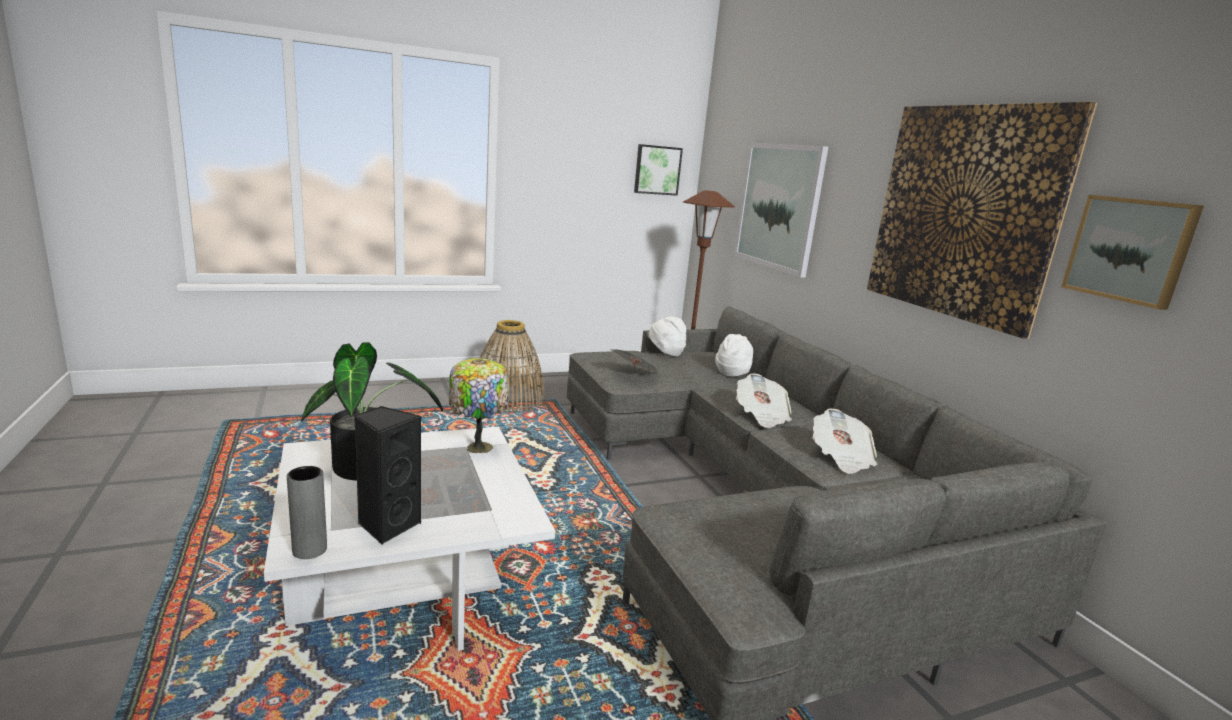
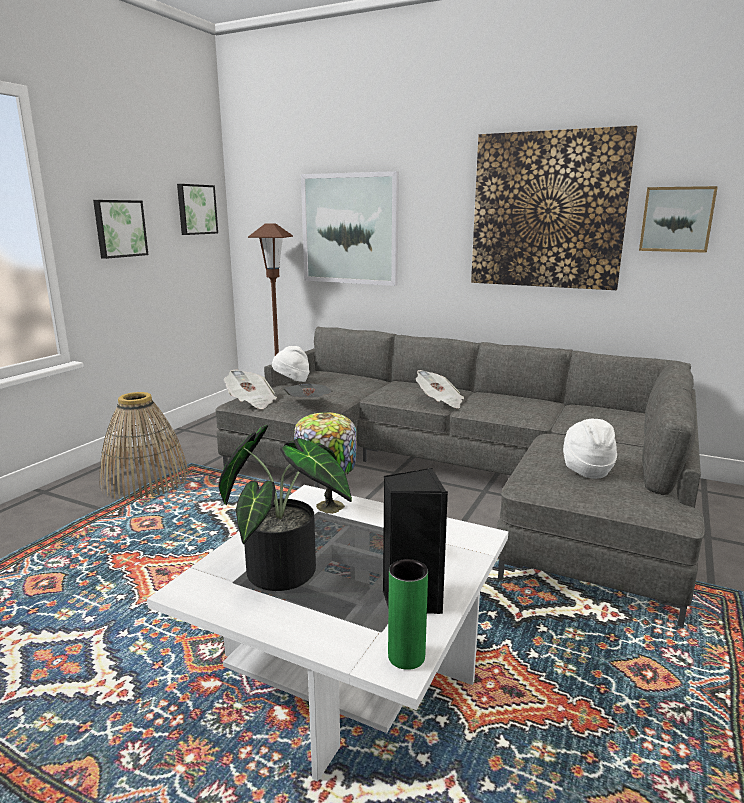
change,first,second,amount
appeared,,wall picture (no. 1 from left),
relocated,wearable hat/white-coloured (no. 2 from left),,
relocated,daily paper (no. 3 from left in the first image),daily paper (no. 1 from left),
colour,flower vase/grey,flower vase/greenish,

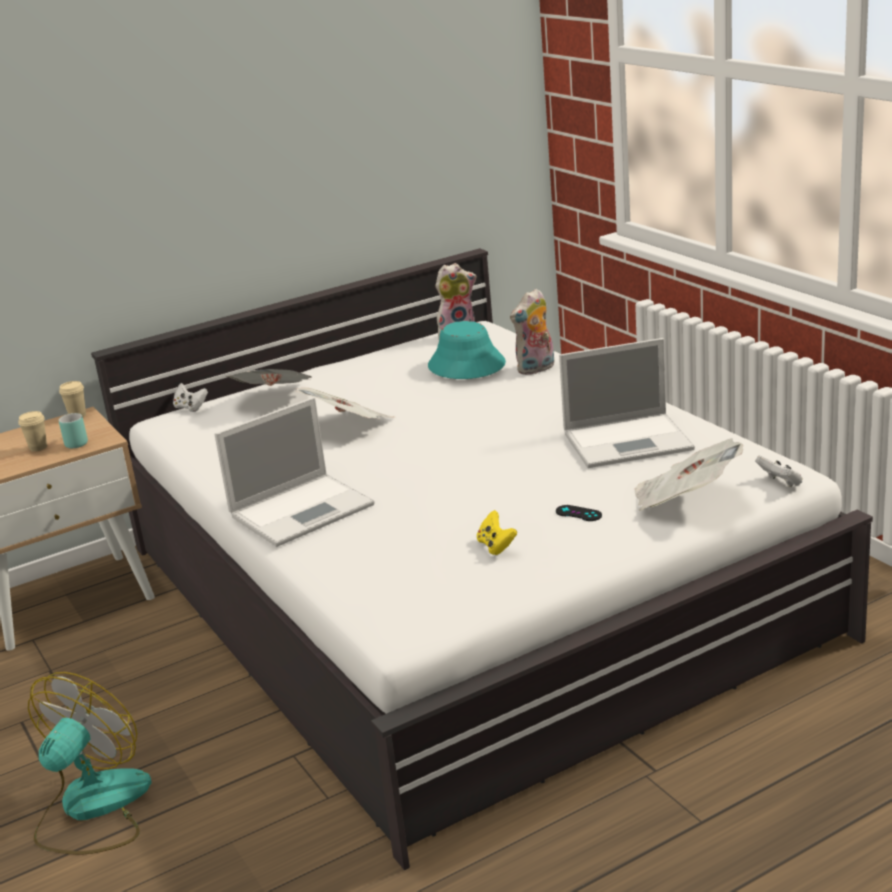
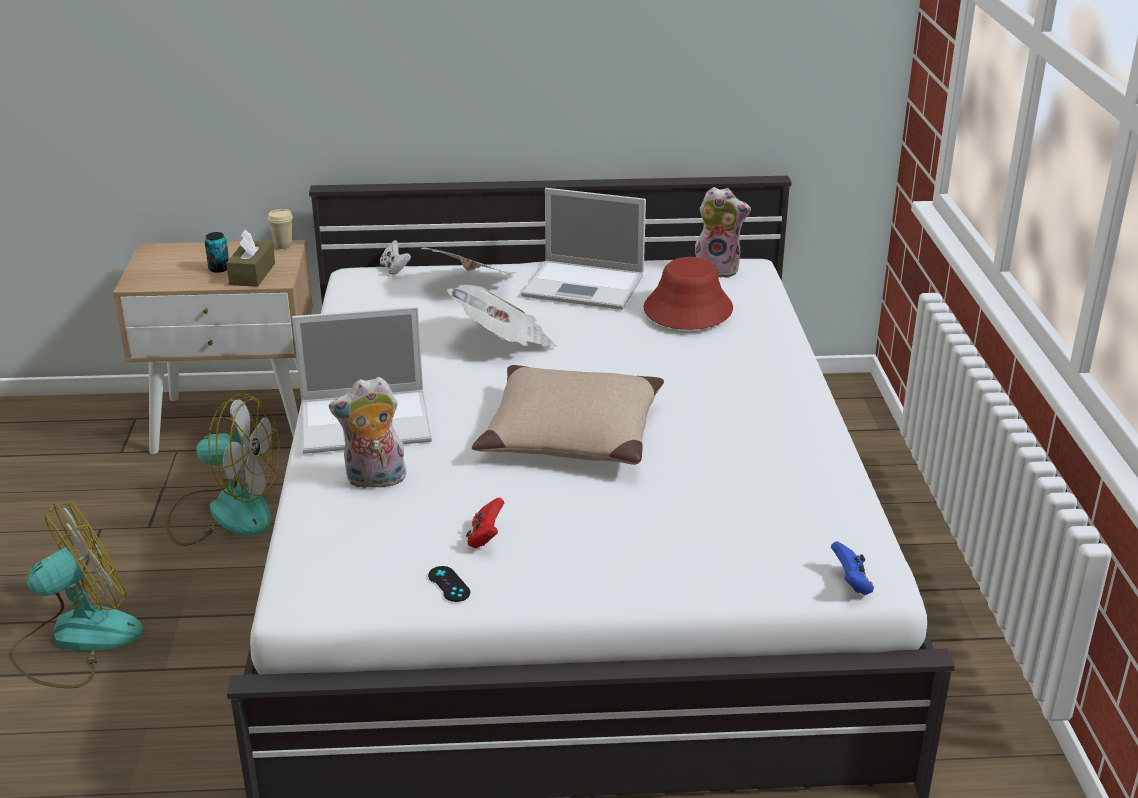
change,first,second,amount
missing,daily paper (no. 3 from left),,
appeared,,fan (no. 2 from left),
appeared,,pillow/beige,
relocated,plush toy (no. 2 from left in the first image),plush toy (no. 1 from left),
relocated,gamepad/black-coloured,,
relocated,notebook computer (no. 2 from left),,
exchanged,cup/beige (no. 1 from left),can,
exchanged,mug/blue-green,box of tissues/brown,
colour,wearable hat/blue-green,wearable hat/red,
colour,gamepad/yellow-coloured,gamepad/red,
colour,gamepad/white-coloured (no. 2 from left),gamepad/blue,

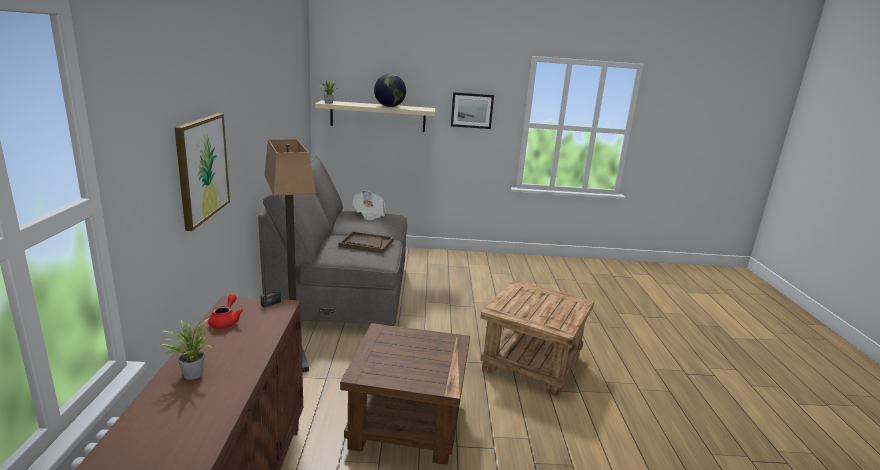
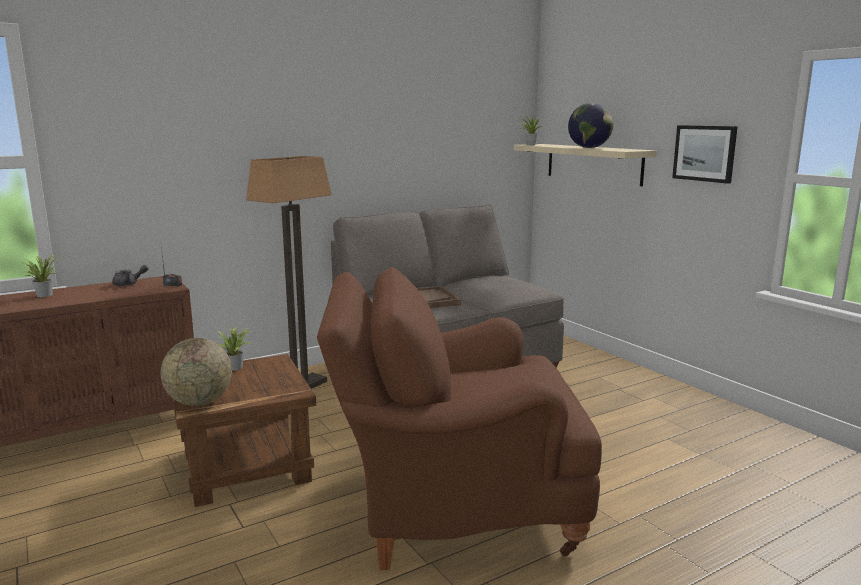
change,first,second,amount
missing,wall picture (no. 1 from left),,
missing,daily paper,,
appeared,,globe (no. 1 from left),
appeared,,houseplant (no. 2 from left),
exchanged,accent table/brown (no. 2 from left),lounge chair/brown,
colour,pot for tea/red,pot for tea/grey,

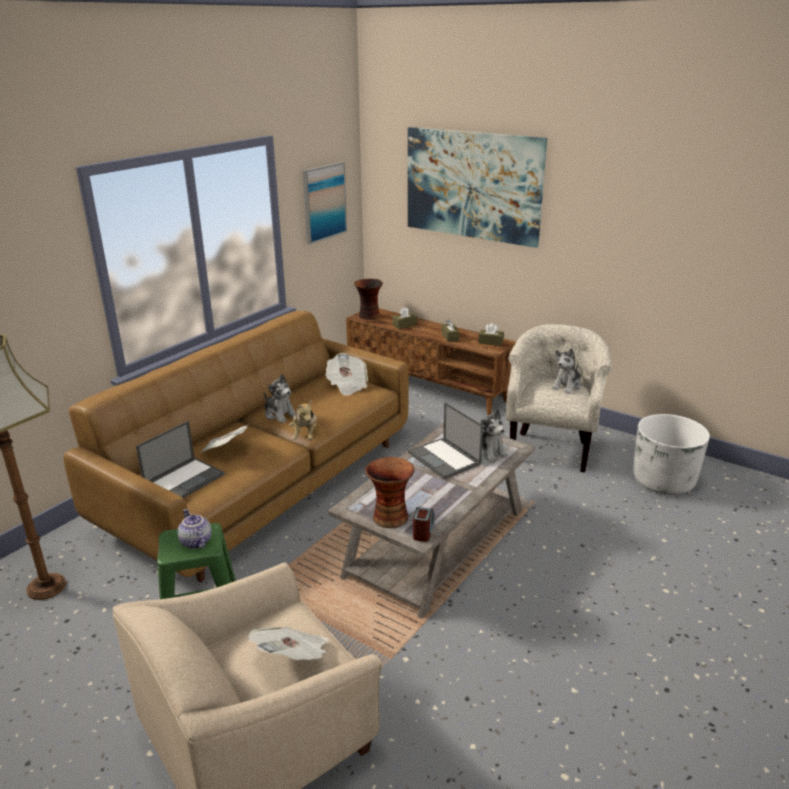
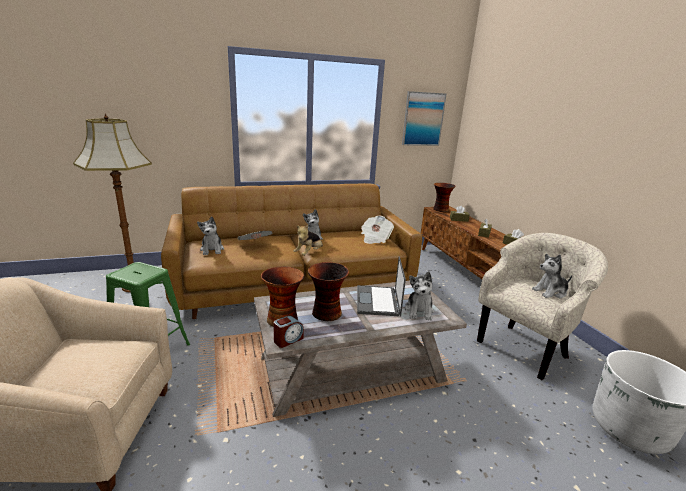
change,first,second,amount
missing,pot for tea,,
missing,daily paper (no. 2 from left),,
missing,wall picture (no. 2 from left),,
appeared,,flower vase (no. 2 from left),
exchanged,notebook computer (no. 1 from left),plush toy (no. 1 from left),

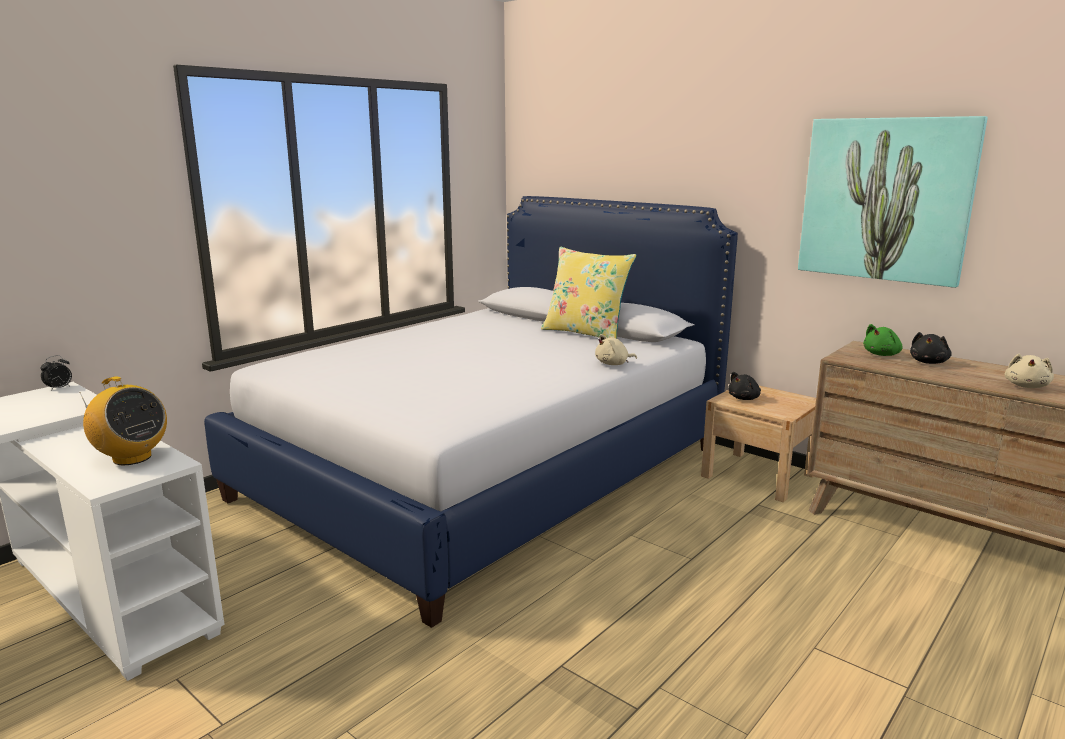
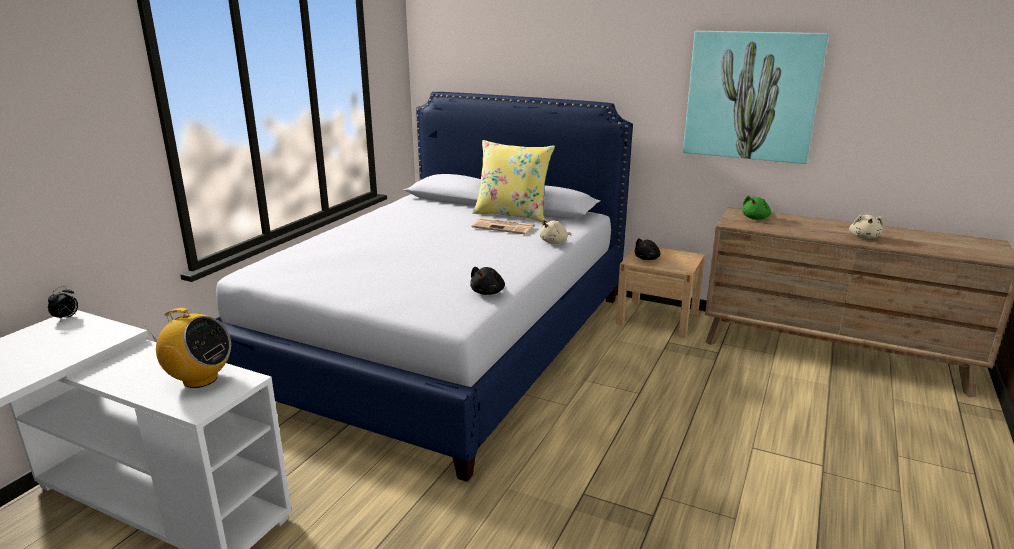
change,first,second,amount
appeared,,daily paper,
relocated,plush toy/black-coloured (no. 2 from left in the first image),plush toy/black-coloured (no. 1 from left),

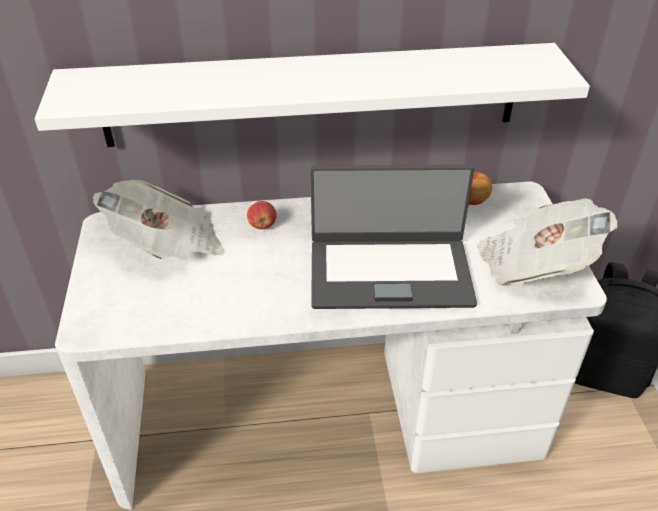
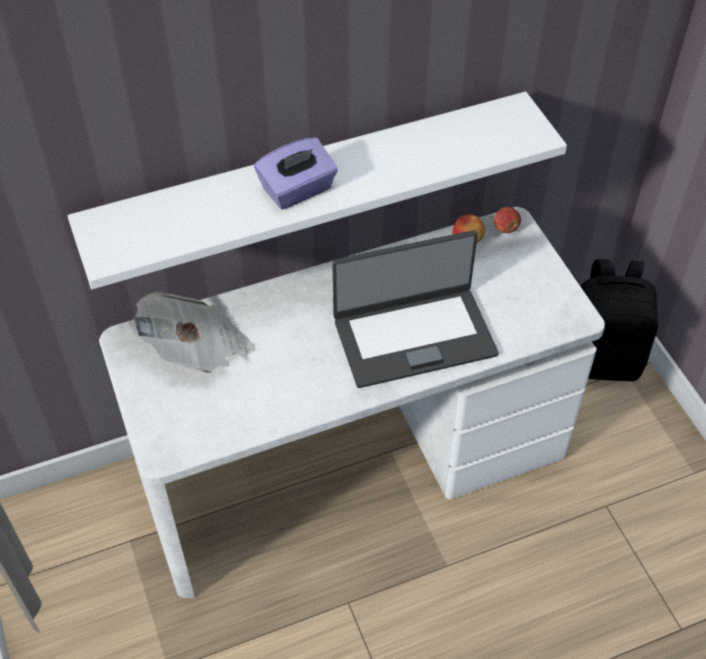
change,first,second,amount
missing,daily paper (no. 2 from left),,
appeared,,box of tissues/purple,
relocated,apple fruit (no. 1 from left in the first image),apple fruit (no. 2 from left),

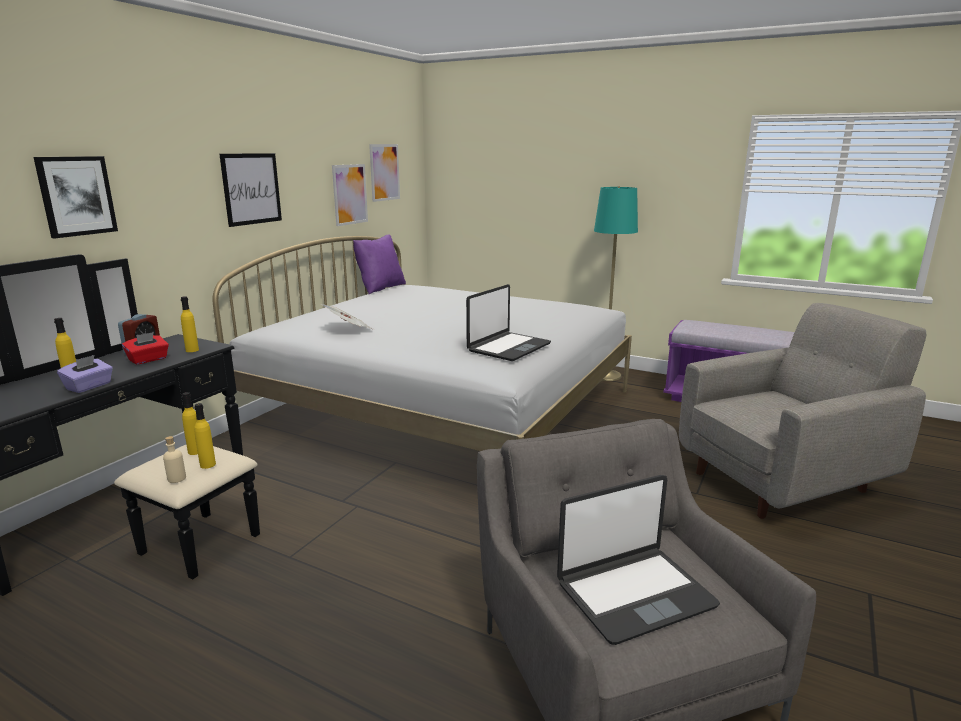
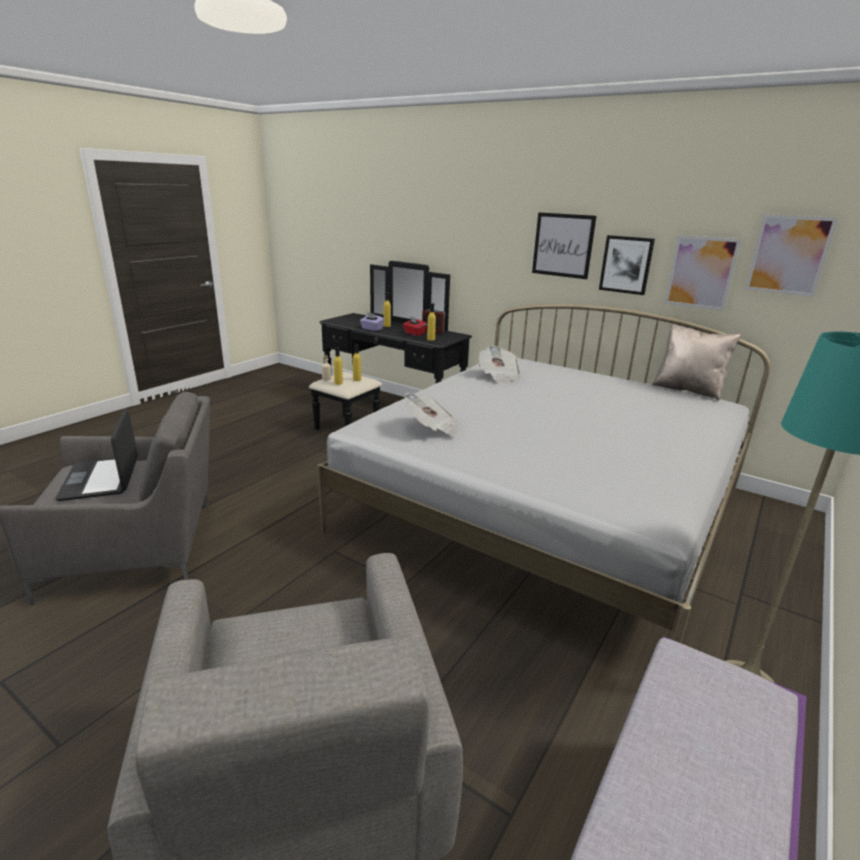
change,first,second,amount
relocated,wall picture (no. 1 from left in the first image),wall picture (no. 2 from left),
exchanged,notebook computer (no. 1 from left),daily paper (no. 1 from left),
colour,pillow/purple,pillow/beige,

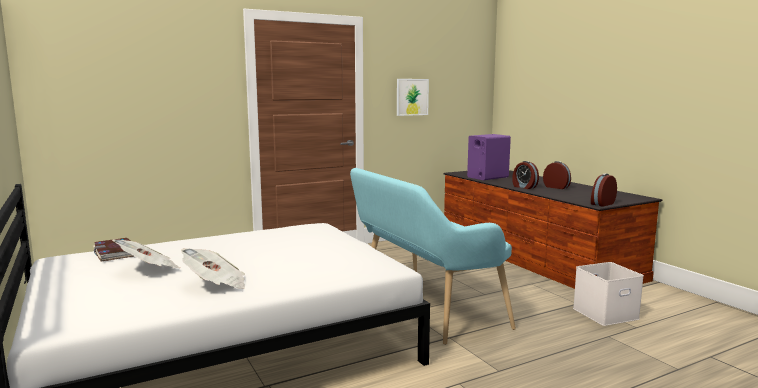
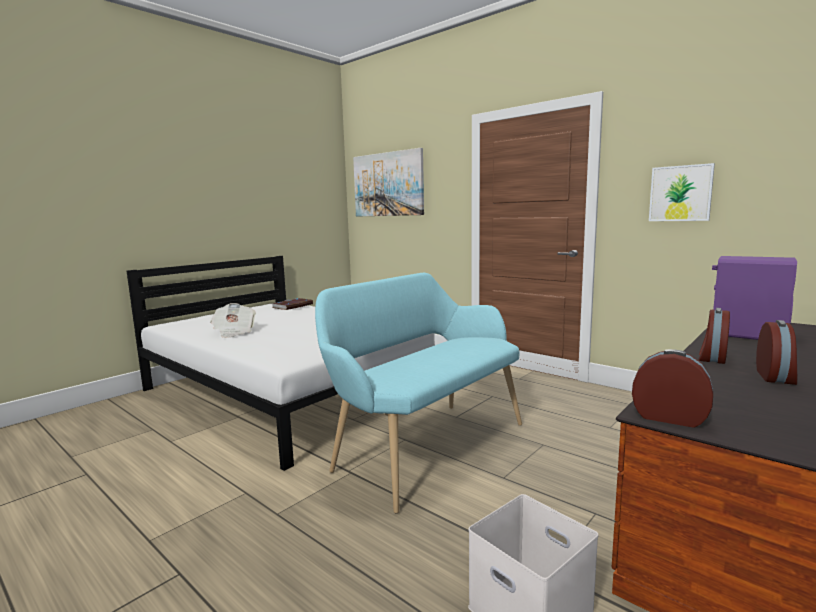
change,first,second,amount
missing,daily paper (no. 1 from left),,
appeared,,wall picture (no. 1 from left),

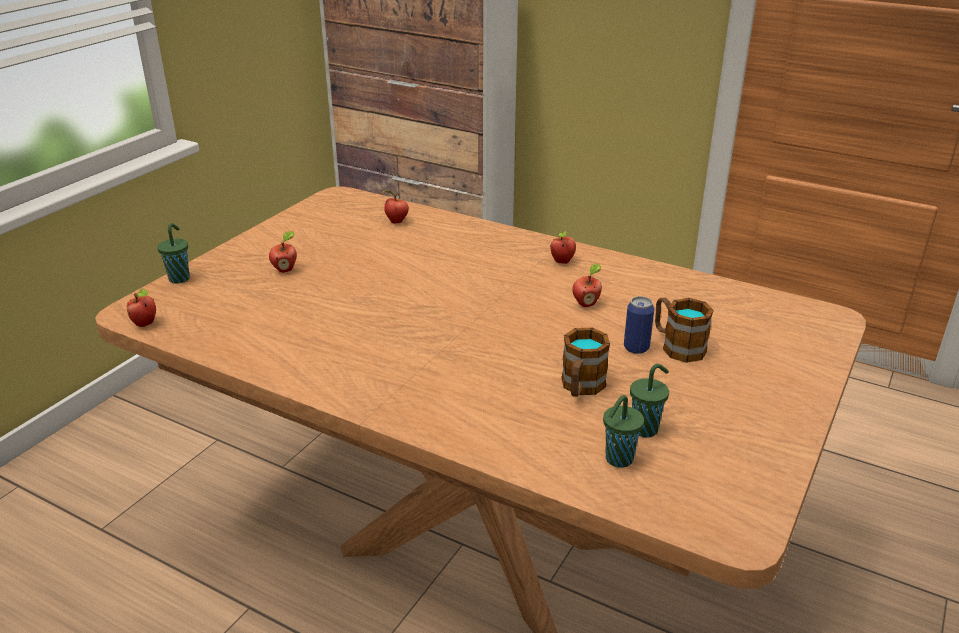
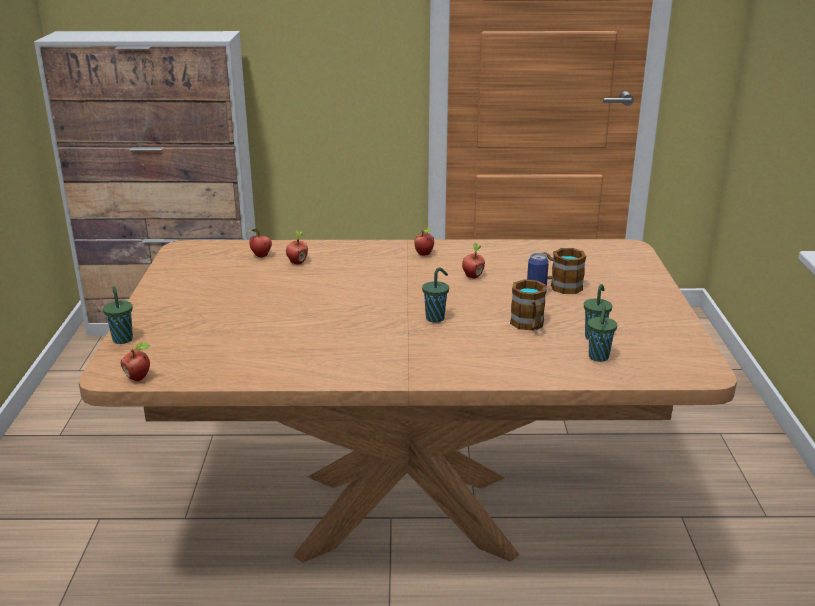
change,first,second,amount
appeared,,cup/greenish (no. 2 from left),
relocated,apple fruit (no. 2 from left in the first image),apple fruit (no. 3 from left),

